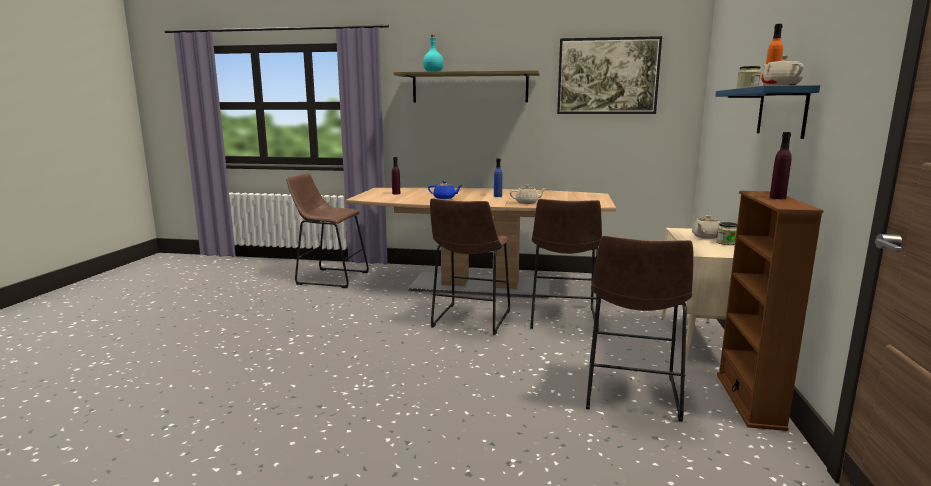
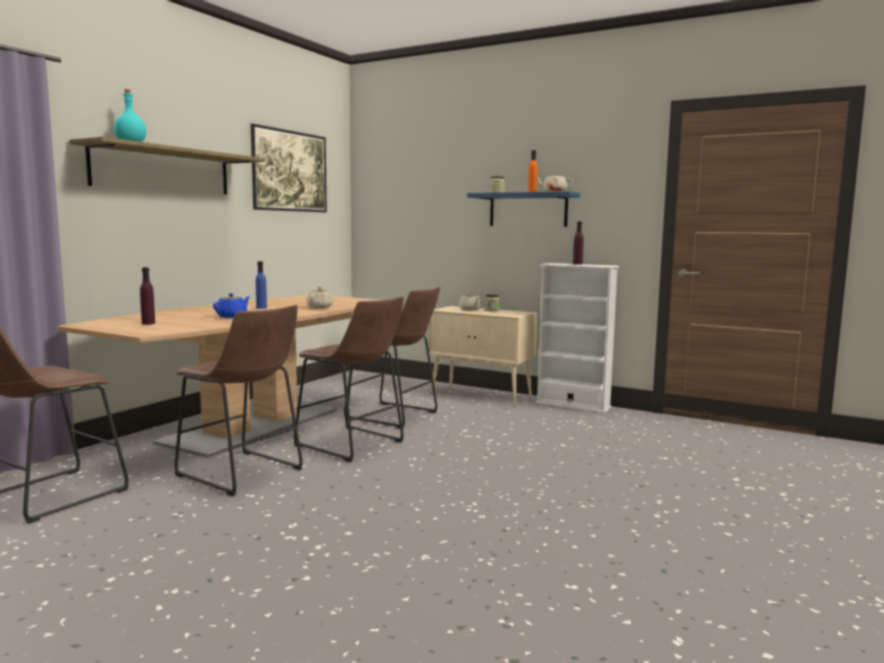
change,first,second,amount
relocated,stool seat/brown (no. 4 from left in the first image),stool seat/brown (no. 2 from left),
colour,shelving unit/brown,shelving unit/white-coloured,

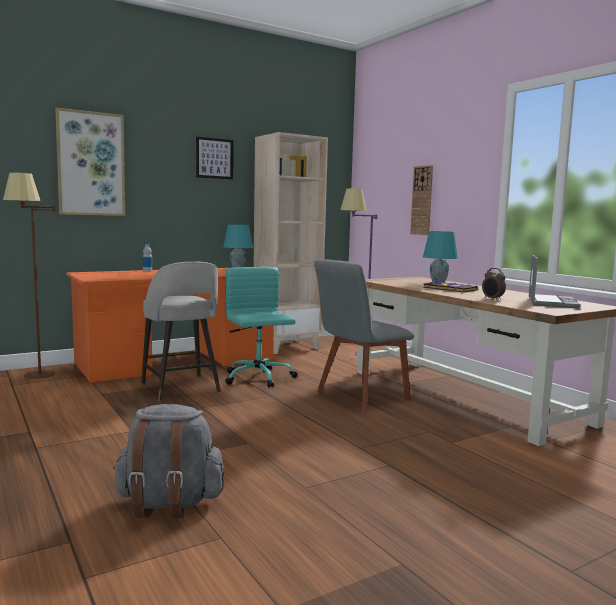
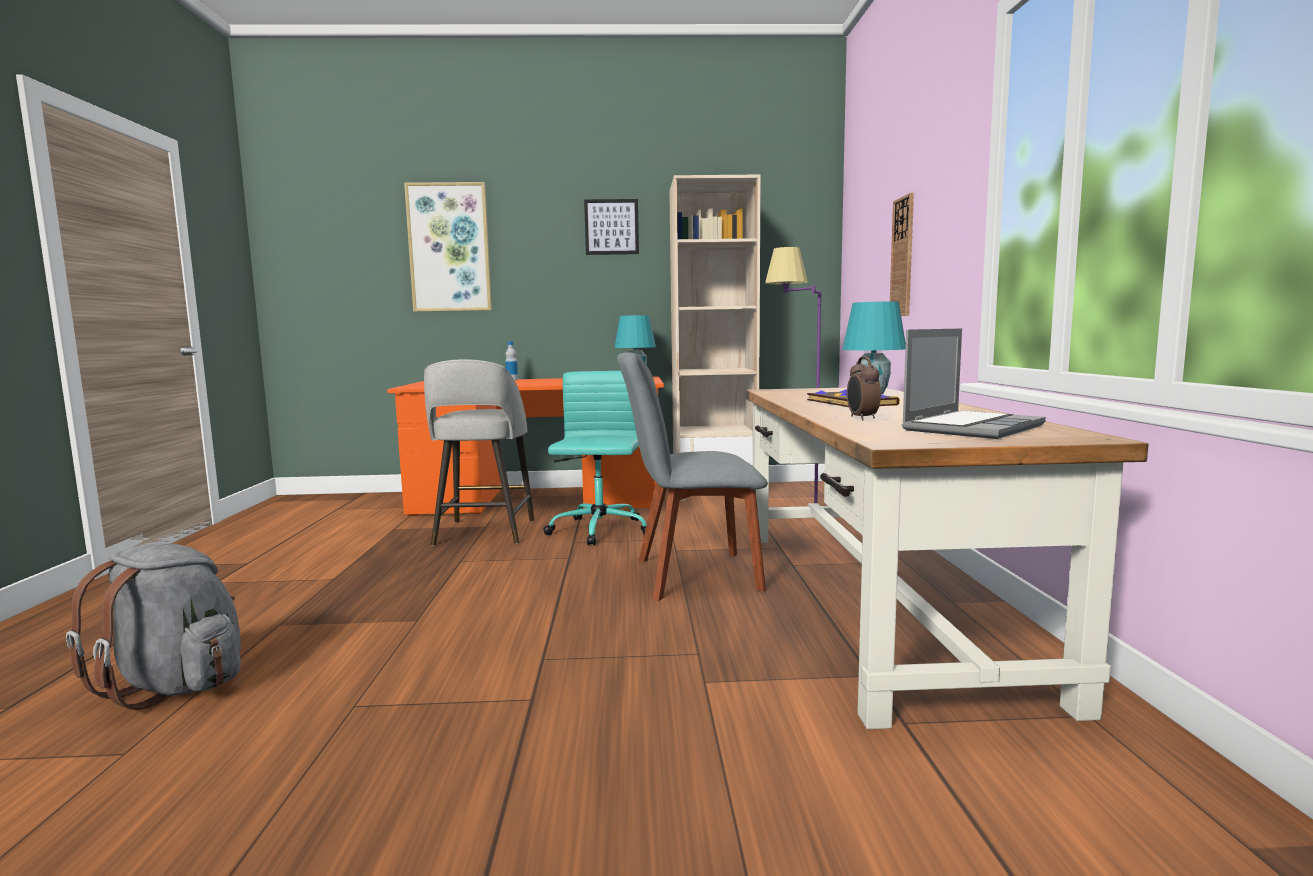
change,first,second,amount
missing,floor lamp/brown,,

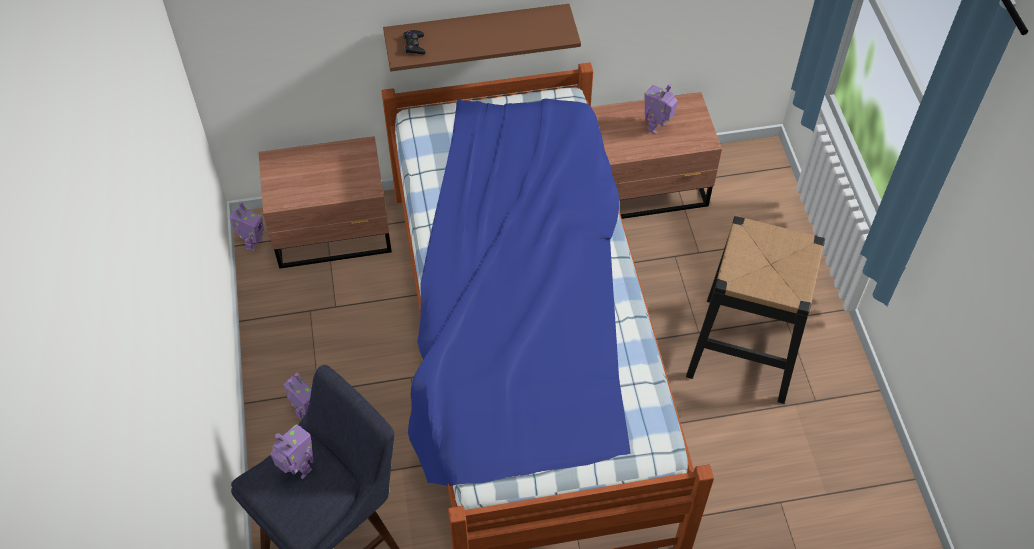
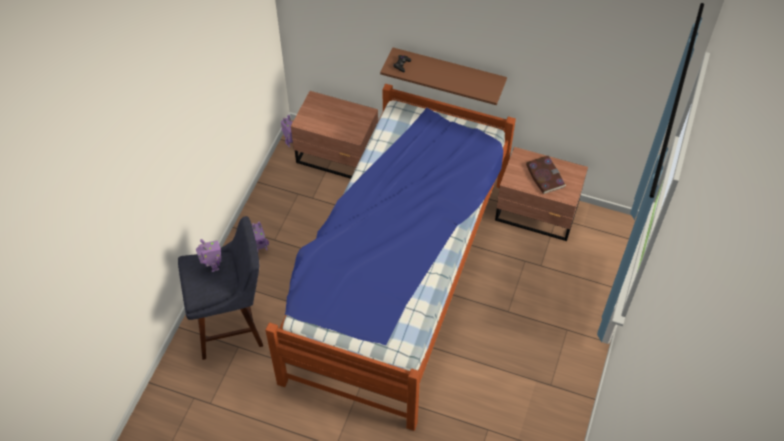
change,first,second,amount
missing,stool seat/black-coloured,,
exchanged,robot figure (no. 4 from left),book,

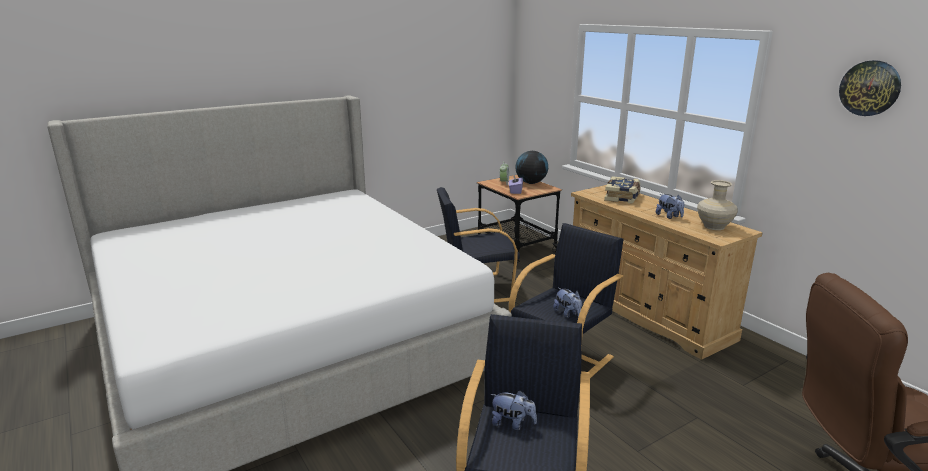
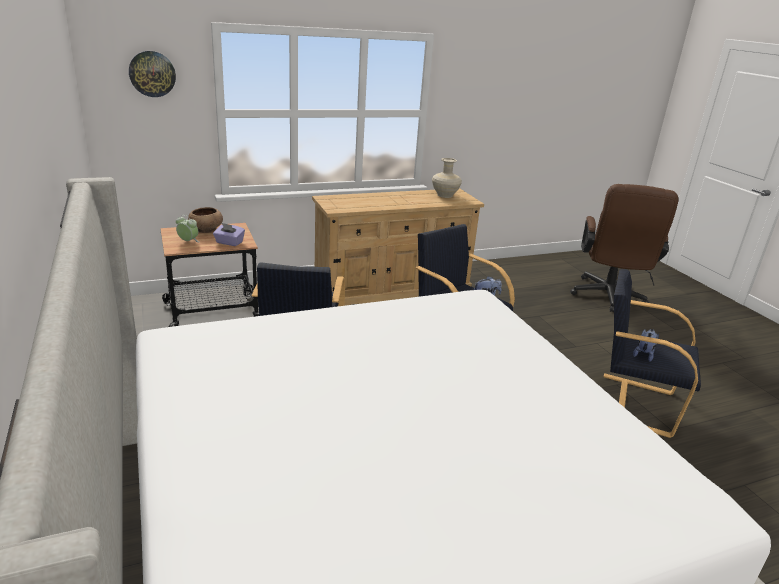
change,first,second,amount
missing,book,,
missing,plush toy (no. 3 from left),,
relocated,hanging clock,,
exchanged,globe,deep dish/brown,

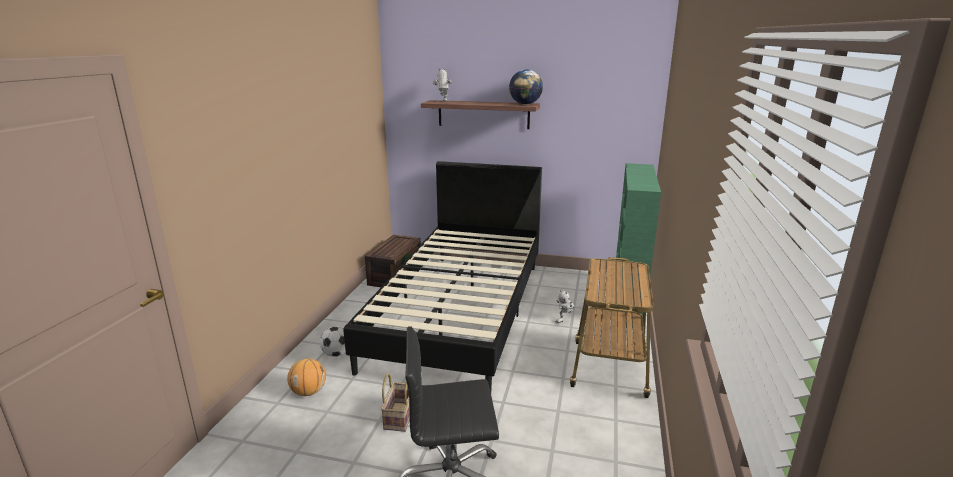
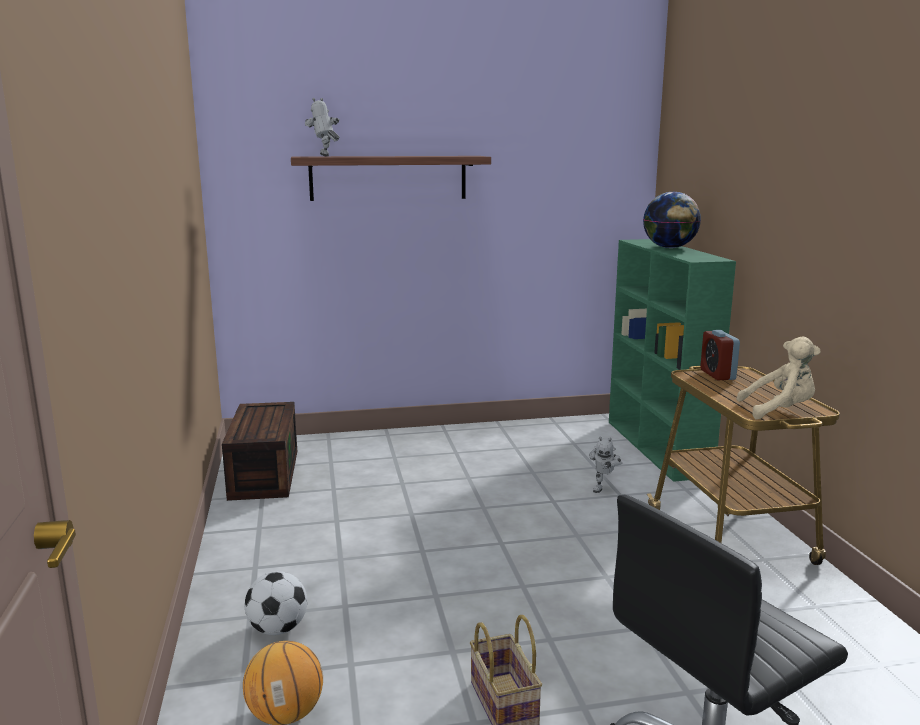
change,first,second,amount
missing,bed/black-coloured,,
appeared,,table clock,
appeared,,plush toy/beige,
relocated,globe,,

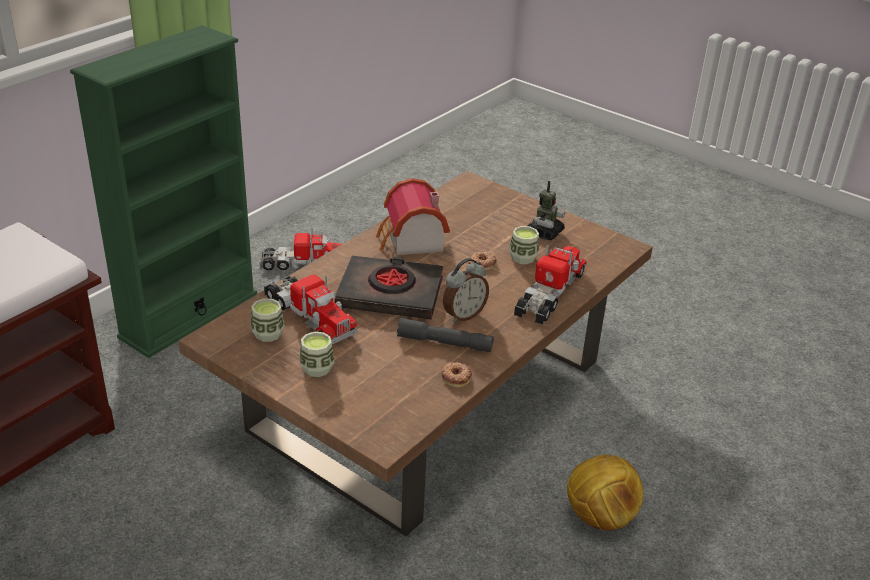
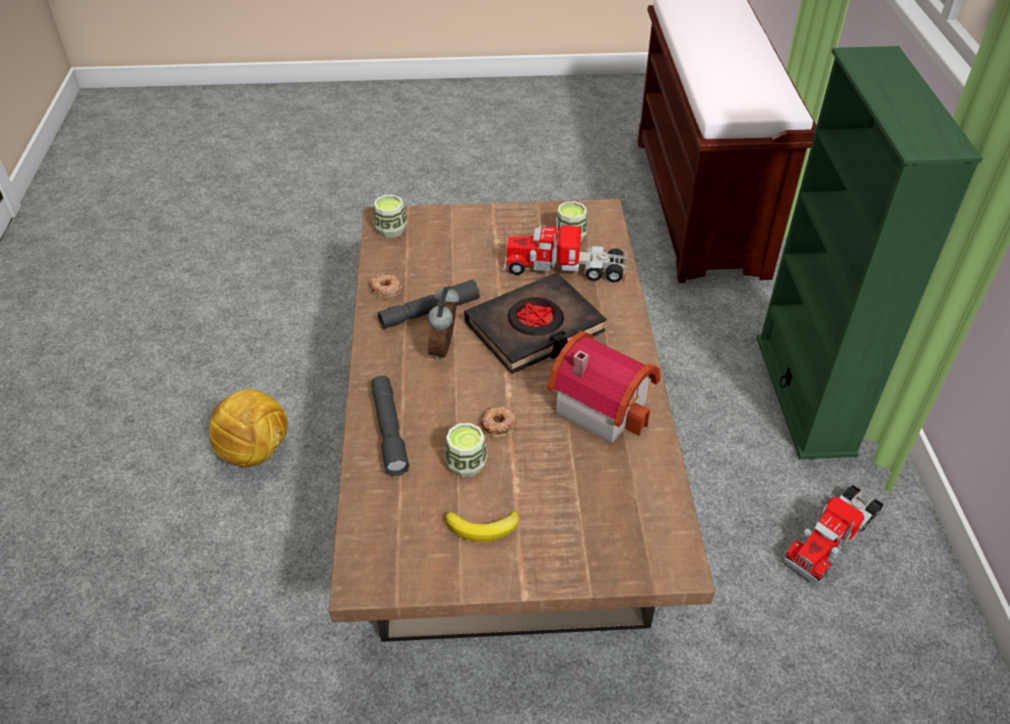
change,first,second,amount
relocated,cup (no. 2 from left in the first image),cup (no. 1 from left),
exchanged,model truck (no. 3 from left),flashlight/grey (no. 1 from left),
exchanged,robot figure,banana fruit,

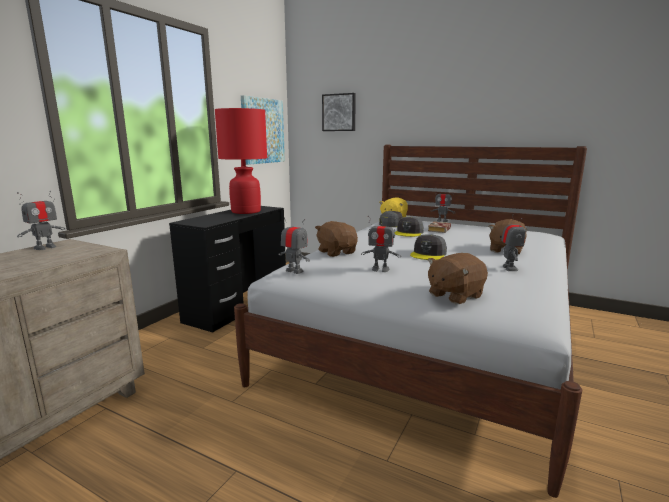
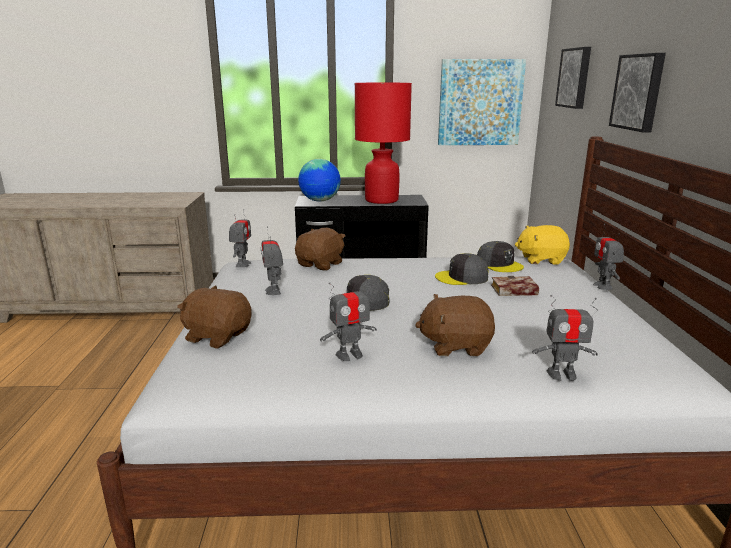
change,first,second,amount
appeared,,globe,
appeared,,wall picture (no. 3 from left),
relocated,robot figure (no. 1 from left in the first image),robot figure (no. 4 from left),

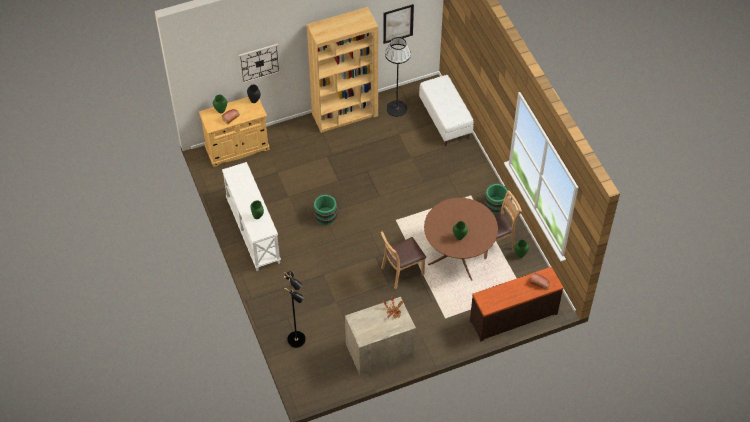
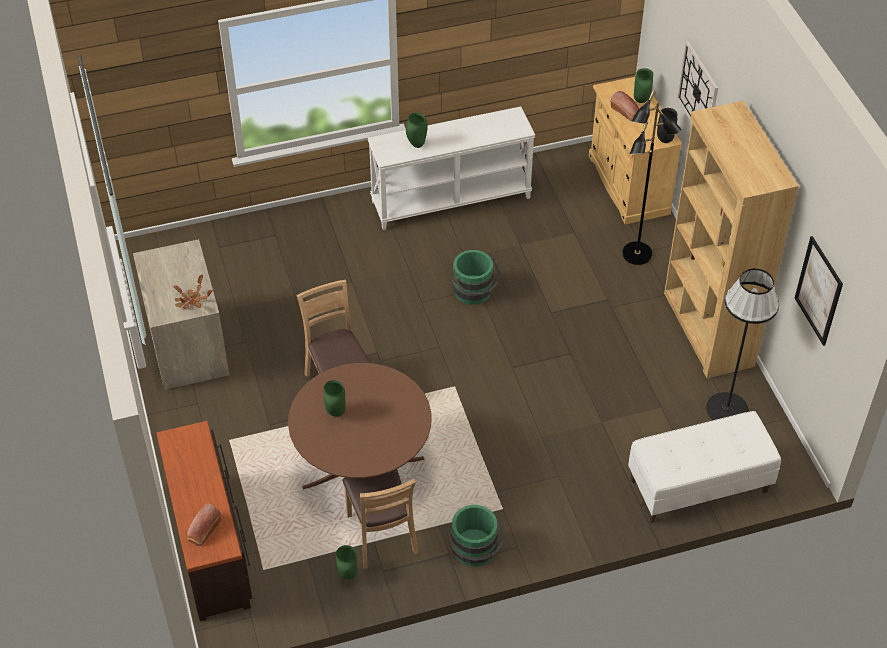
change,first,second,amount
relocated,floor lamp/black-coloured (no. 1 from left),,

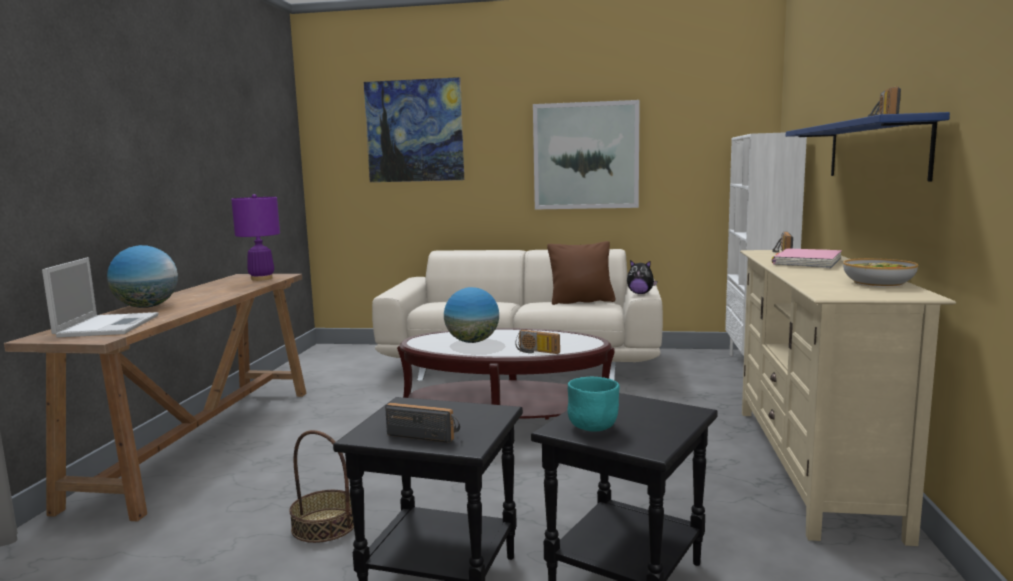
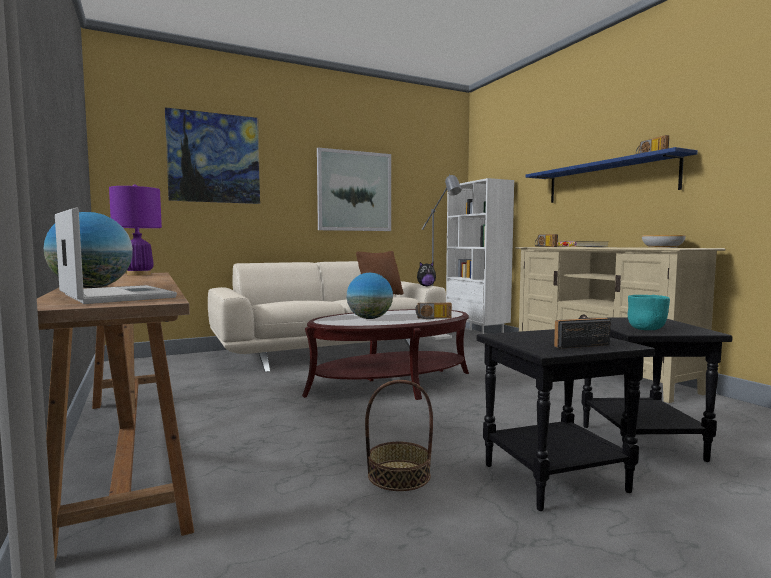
change,first,second,amount
appeared,,floor lamp/grey,

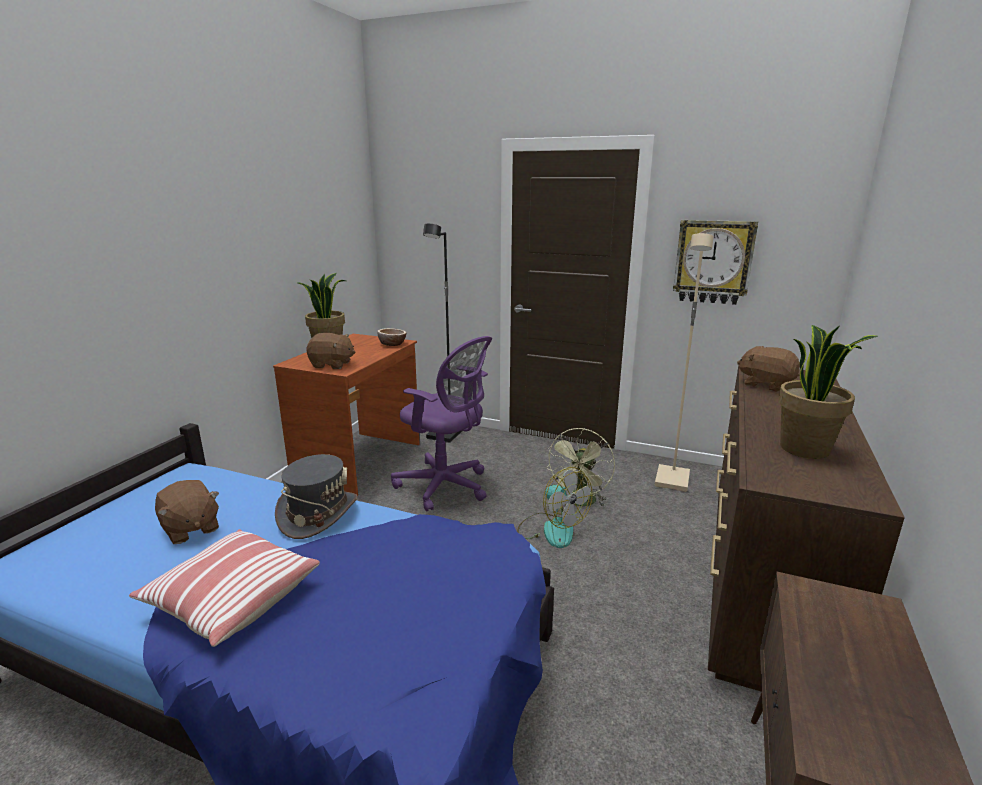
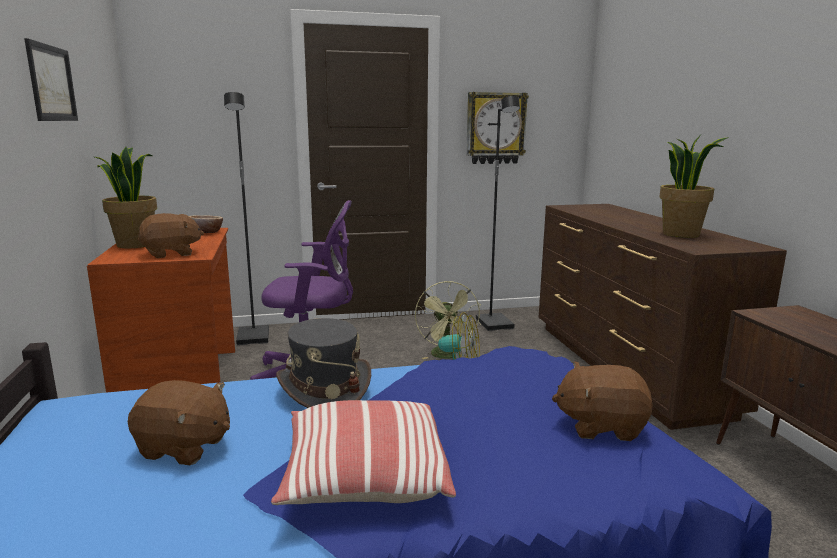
change,first,second,amount
appeared,,wall picture,
relocated,plush toy/brown (no. 3 from left),,
colour,floor lamp/beige,floor lamp/black-coloured (no. 2 from left),

